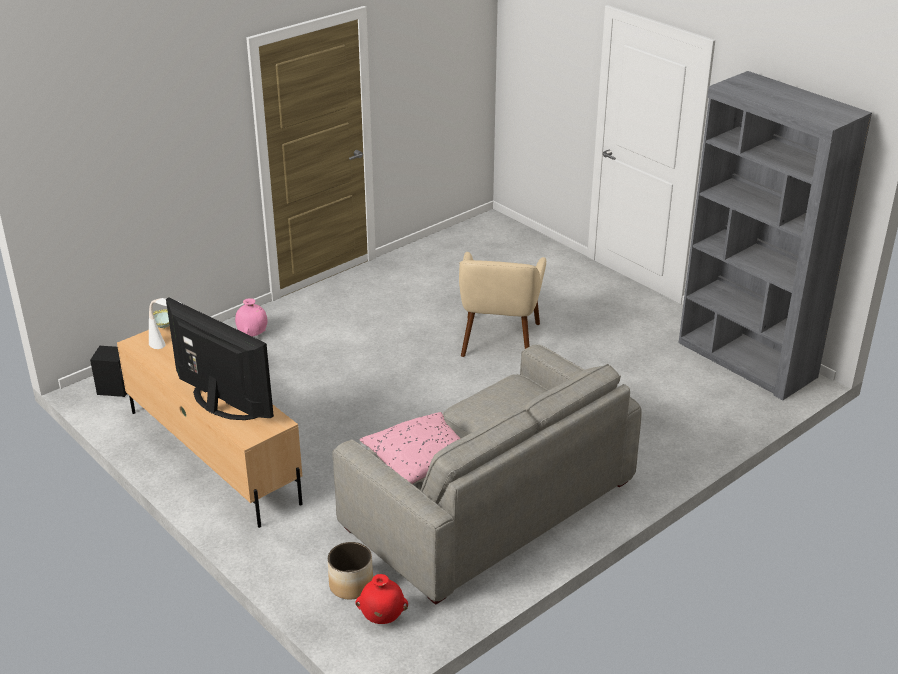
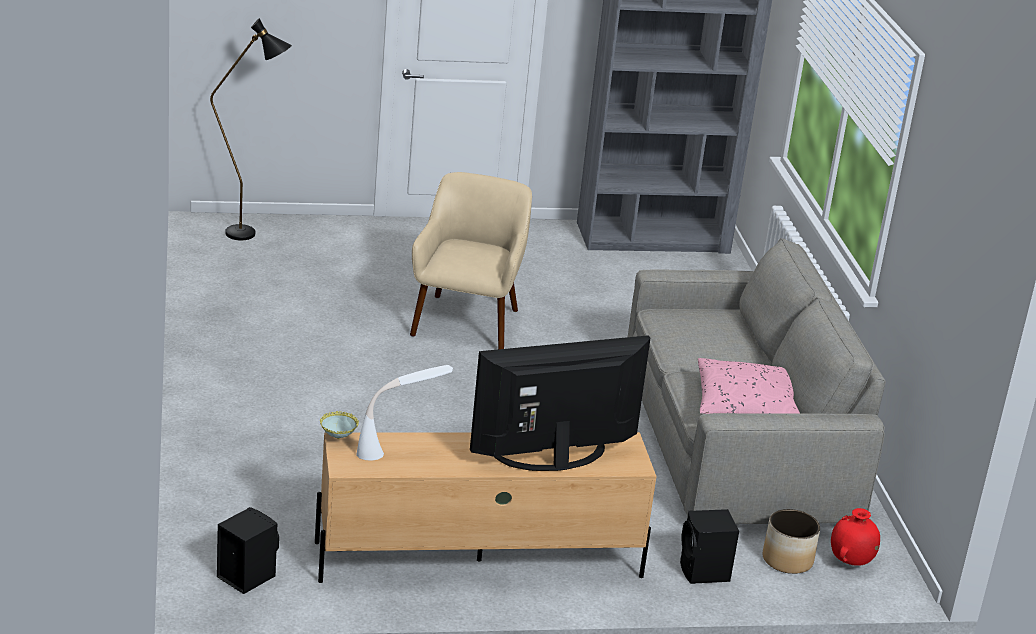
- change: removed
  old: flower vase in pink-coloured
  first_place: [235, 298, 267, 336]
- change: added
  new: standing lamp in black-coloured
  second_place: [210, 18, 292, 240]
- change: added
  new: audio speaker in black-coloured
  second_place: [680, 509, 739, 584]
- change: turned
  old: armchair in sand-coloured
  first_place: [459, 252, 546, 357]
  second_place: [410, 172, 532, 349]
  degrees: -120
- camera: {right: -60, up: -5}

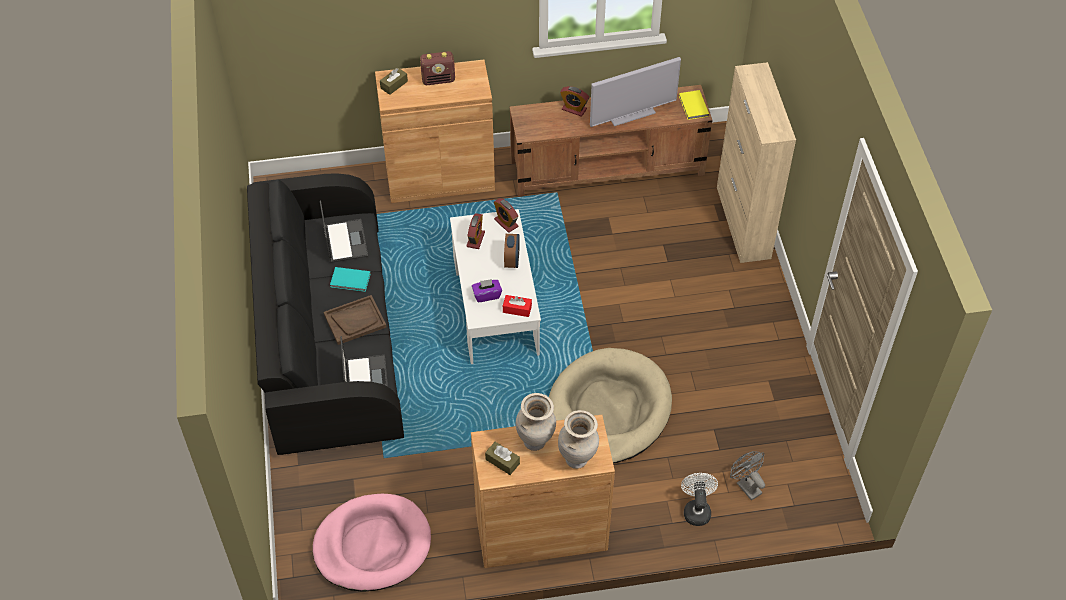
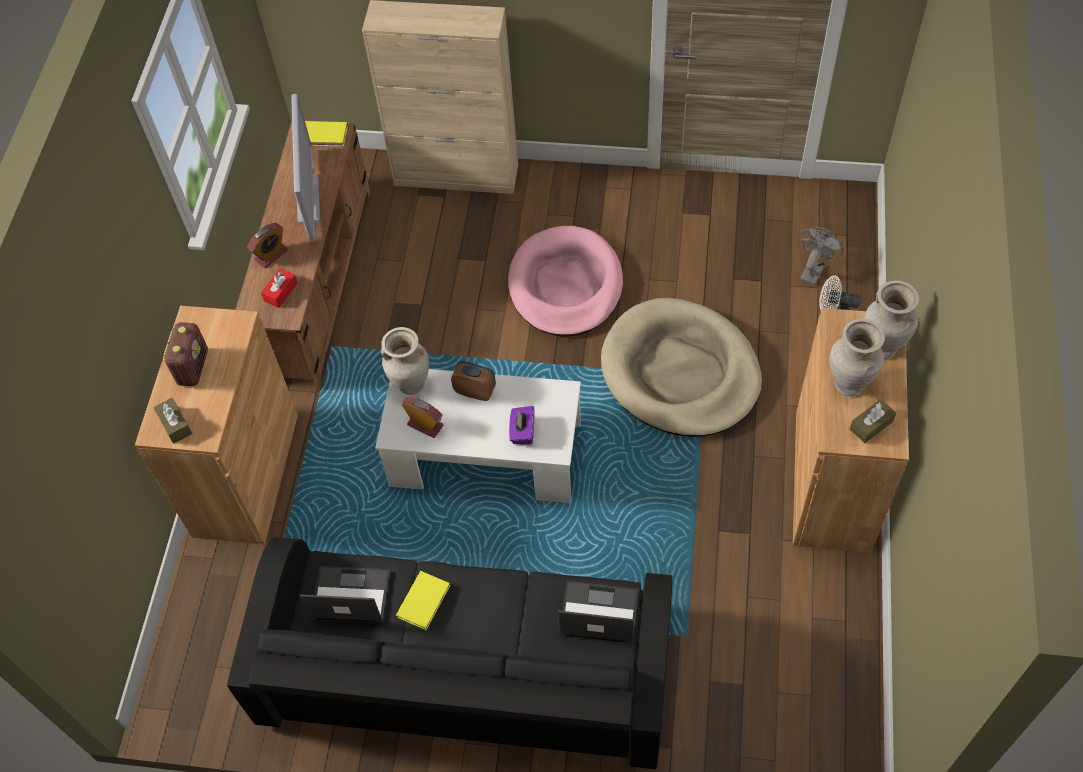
- change: removed
  old: serving tray in brown-coloured
  first_place: [324, 295, 386, 345]
- change: moved
  old: dog cushion in pink-coloured
  first_place: [312, 494, 431, 592]
  second_place: [508, 226, 623, 337]
- change: moved
  old: box of tissues in red-coloured
  first_place: [503, 295, 532, 317]
  second_place: [261, 268, 298, 308]
- change: replaced
  old: alarm clock
  new: flower vase in sand-coloured
  first_place: [494, 198, 518, 233]
  second_place: [381, 327, 429, 395]
- change: recoloured
  old: volume in turquoise
  new: volume in yellow-coloured
  first_place: [330, 267, 371, 292]
  second_place: [396, 571, 450, 630]
- change: turned
  old: cooling fan in greyish
  first_place: [730, 451, 765, 500]
  second_place: [799, 227, 844, 285]
  degrees: 135
- camera: {right: -70, up: 5}

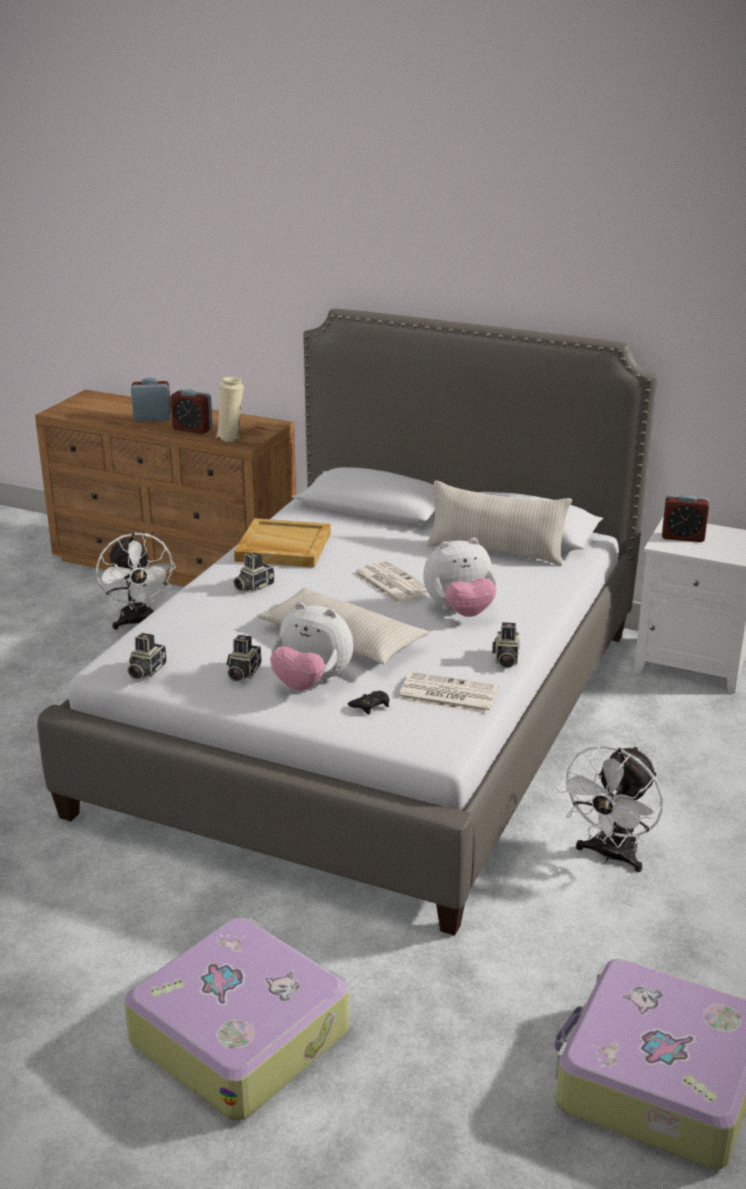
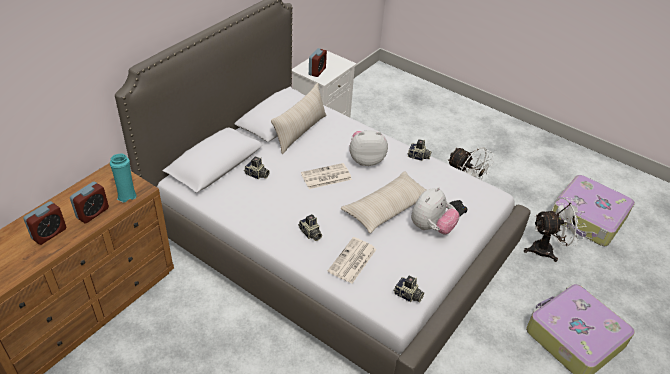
- change: removed
  old: serving tray in sand-coloured
  first_place: [234, 518, 331, 568]
- change: moved
  old: cooling fan in white-coloured
  first_place: [96, 532, 176, 630]
  second_place: [524, 197, 587, 262]
- change: moved
  old: photo camera
  first_place: [227, 635, 261, 682]
  second_place: [244, 156, 270, 179]
- change: moved
  old: printed paper
  first_place: [398, 672, 499, 714]
  second_place: [328, 237, 377, 283]
- change: recoloured
  old: flower vase in sand-coloured
  new: flower vase in turquoise
  first_place: [215, 377, 244, 442]
  second_place: [110, 154, 137, 203]
- change: turned
  old: alarm clock
  first_place: [131, 378, 171, 422]
  second_place: [23, 201, 66, 245]
  degrees: -150
- change: turned
  old: plush toy
  first_place: [423, 538, 497, 617]
  second_place: [349, 130, 388, 166]
  degrees: -90
- camera: {right: -80, up: 15}

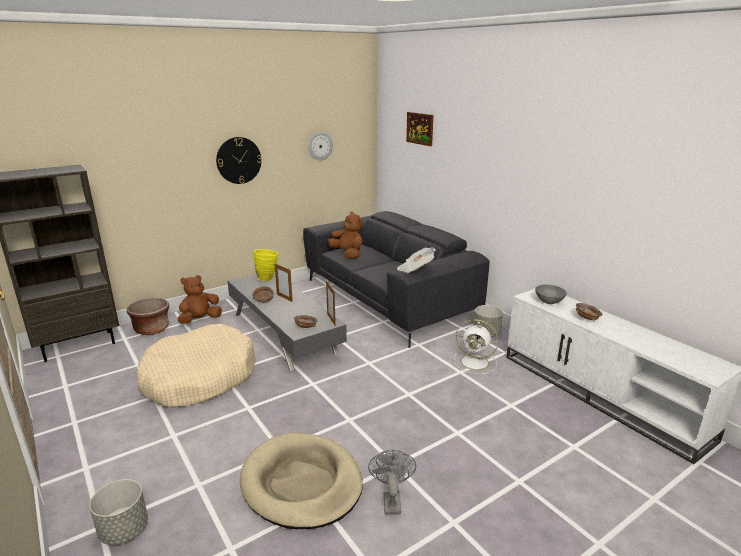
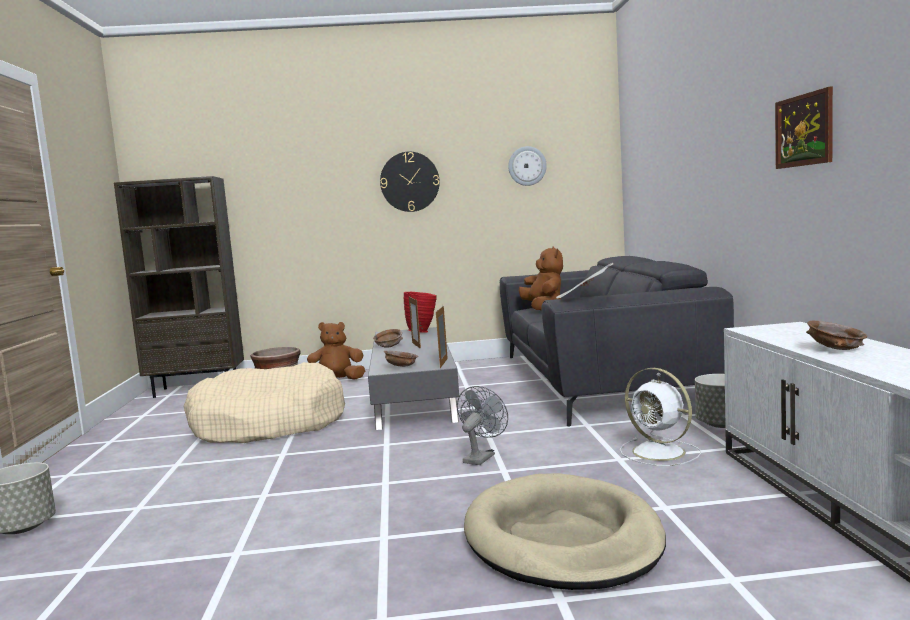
- change: removed
  old: deep dish in greyish
  first_place: [535, 284, 567, 304]
- change: moved
  old: dog cushion in sand-coloured
  first_place: [240, 433, 363, 529]
  second_place: [464, 473, 666, 590]
- change: moved
  old: cooling fan in greyish
  first_place: [368, 450, 416, 515]
  second_place: [457, 386, 508, 465]
- change: moved
  old: picture
  first_place: [406, 112, 433, 146]
  second_place: [775, 86, 833, 169]
- change: recoloured
  old: flower vase in yellow-coloured
  new: flower vase in red-coloured
  first_place: [254, 249, 279, 281]
  second_place: [404, 292, 437, 333]
- camera: {right: 30, up: -15}

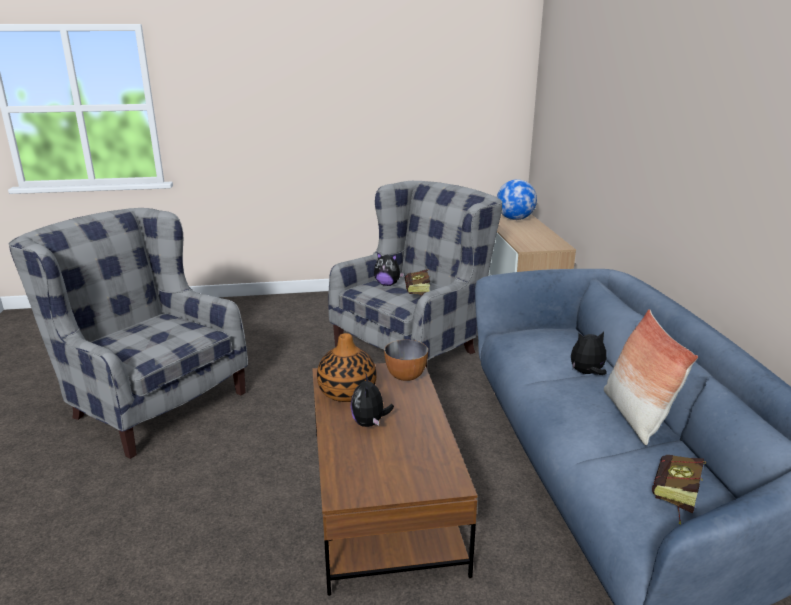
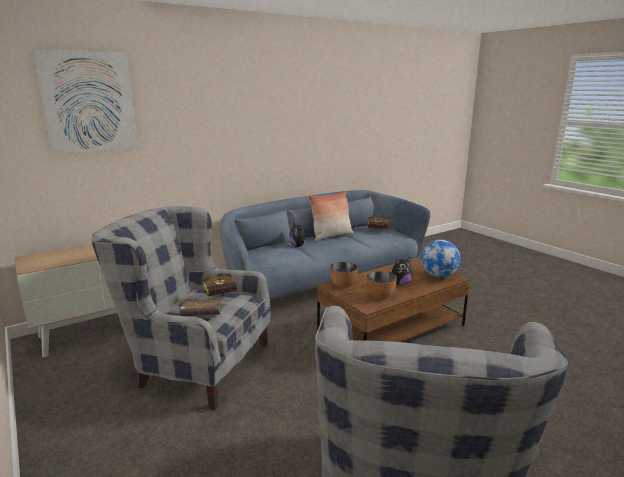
- change: added
  new: picture
  second_place: [32, 49, 138, 154]
- change: moved
  old: desk globe
  first_place: [497, 179, 537, 220]
  second_place: [421, 240, 460, 278]
- change: replaced
  old: flower vase
  new: deep dish
  first_place: [317, 333, 377, 402]
  second_place: [366, 271, 397, 299]
- change: replaced
  old: plush toy
  new: volume in brown-coloured
  first_place: [374, 252, 404, 286]
  second_place: [179, 298, 222, 316]
- camera: {right: -115, up: -5}

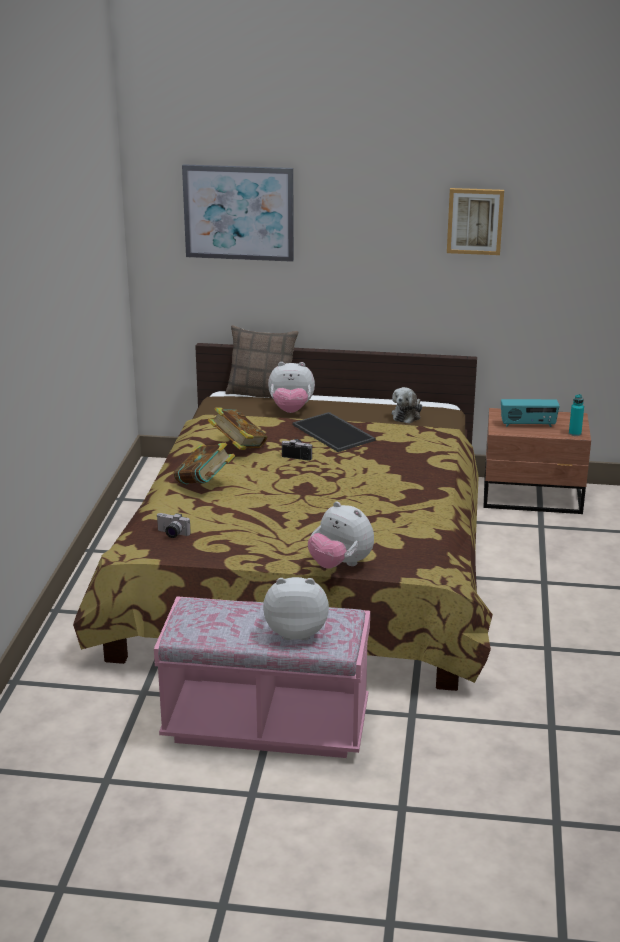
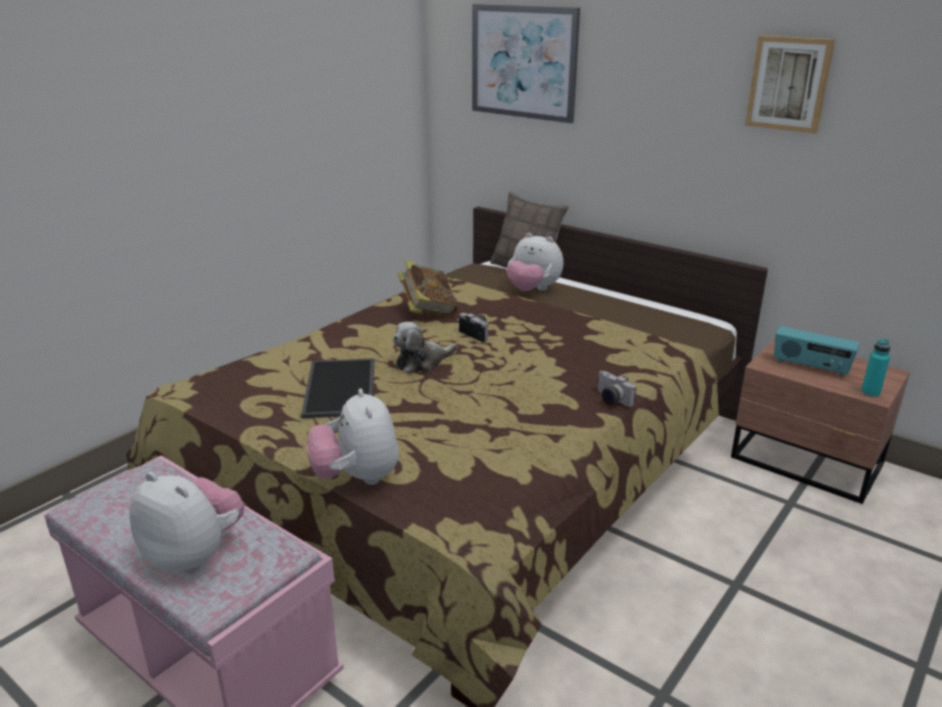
- change: removed
  old: volume
  first_place: [173, 443, 235, 485]
- change: moved
  old: photo camera
  first_place: [156, 513, 191, 538]
  second_place: [598, 371, 636, 407]
- change: moved
  old: serving tray
  first_place: [293, 412, 375, 452]
  second_place: [301, 358, 374, 418]
- change: moved
  old: plush toy
  first_place: [392, 387, 422, 424]
  second_place: [393, 322, 457, 374]
- camera: {right: 30, up: 0}

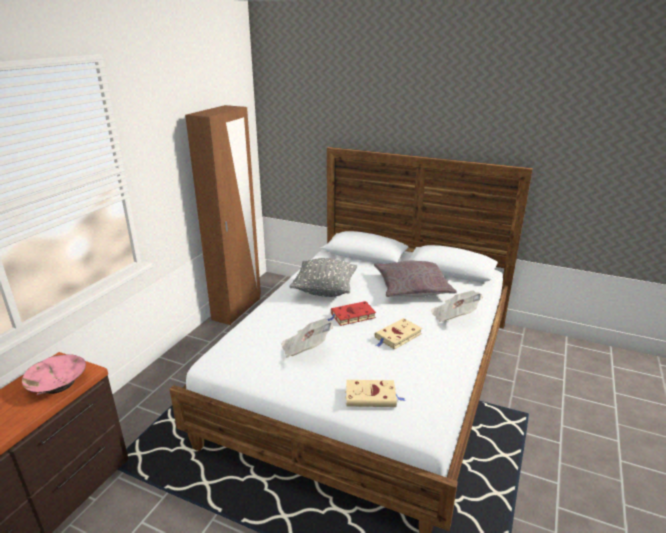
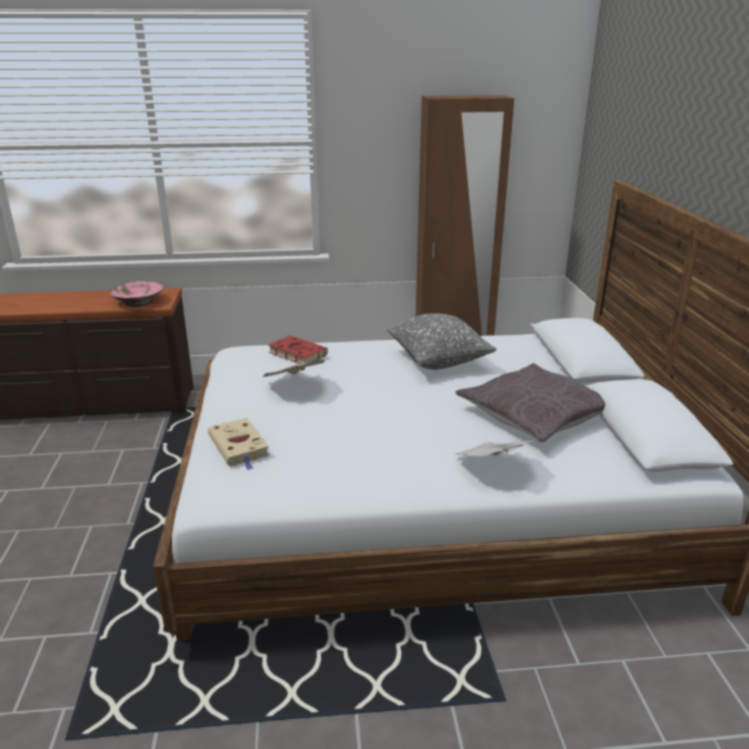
- change: removed
  old: volume in sand-coloured
  first_place: [375, 318, 422, 350]
- change: moved
  old: volume in red-coloured
  first_place: [327, 301, 376, 326]
  second_place: [268, 335, 328, 364]
- camera: {right: 60, up: 0}

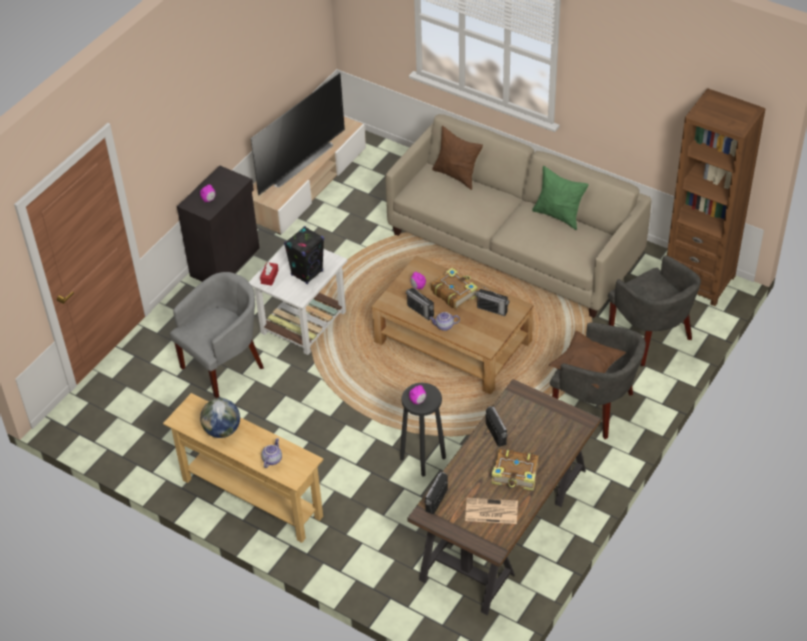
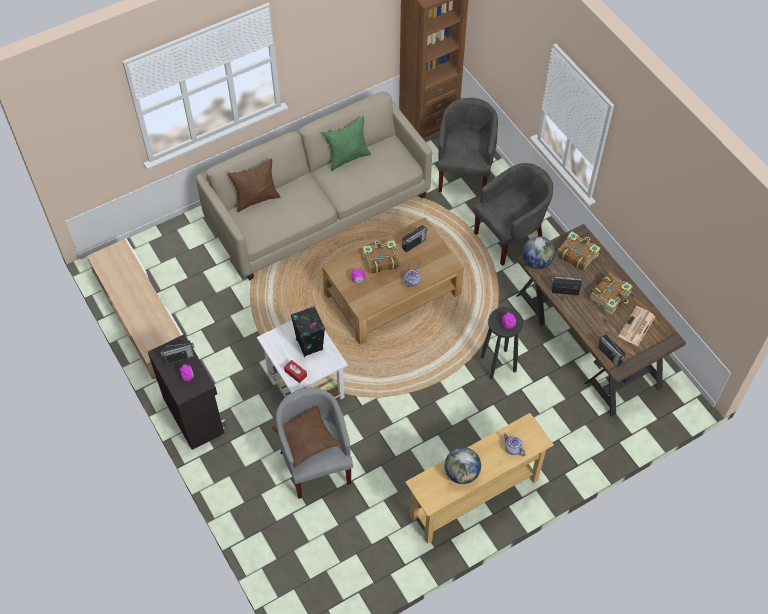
- change: removed
  old: TV
  first_place: [251, 73, 345, 195]
- change: added
  new: desk globe
  second_place: [522, 236, 555, 269]
- change: added
  new: volume
  second_place: [557, 231, 600, 271]
- change: moved
  old: radio set
  first_place: [406, 285, 434, 320]
  second_place: [161, 341, 195, 364]
- change: moved
  old: throw pillow in brown-coloured
  first_place: [549, 331, 626, 388]
  second_place: [271, 406, 341, 468]
- change: turned
  old: armchair in greyish
  first_place: [608, 255, 701, 366]
  second_place: [438, 98, 498, 192]
  degrees: -75
- camera: {right: -65, up: 10}

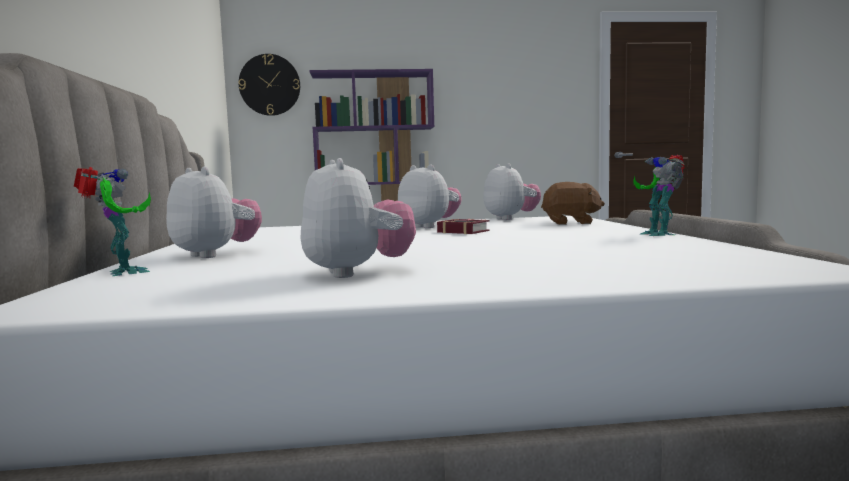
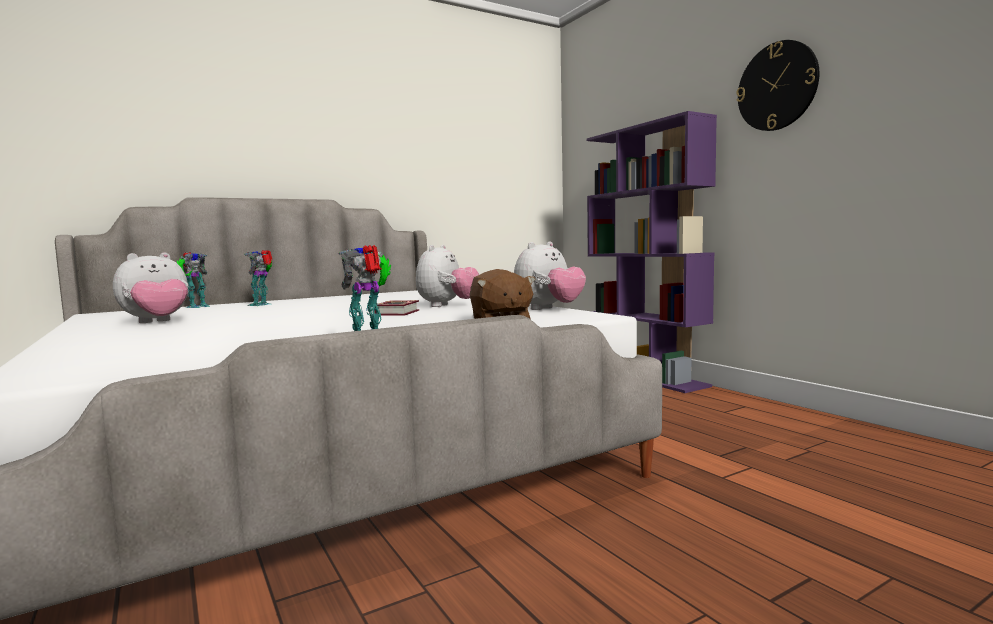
- change: moved
  old: hanging clock
  first_place: [239, 54, 300, 116]
  second_place: [736, 40, 819, 131]
- change: replaced
  old: plush toy
  new: model robot
  first_place: [166, 167, 262, 258]
  second_place: [244, 250, 272, 306]
- camera: {right: 65, up: 0}

